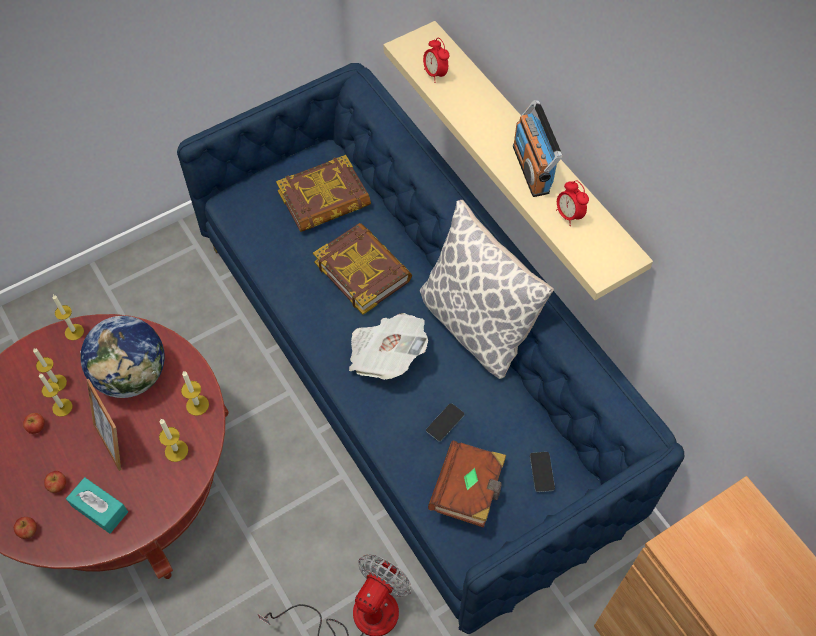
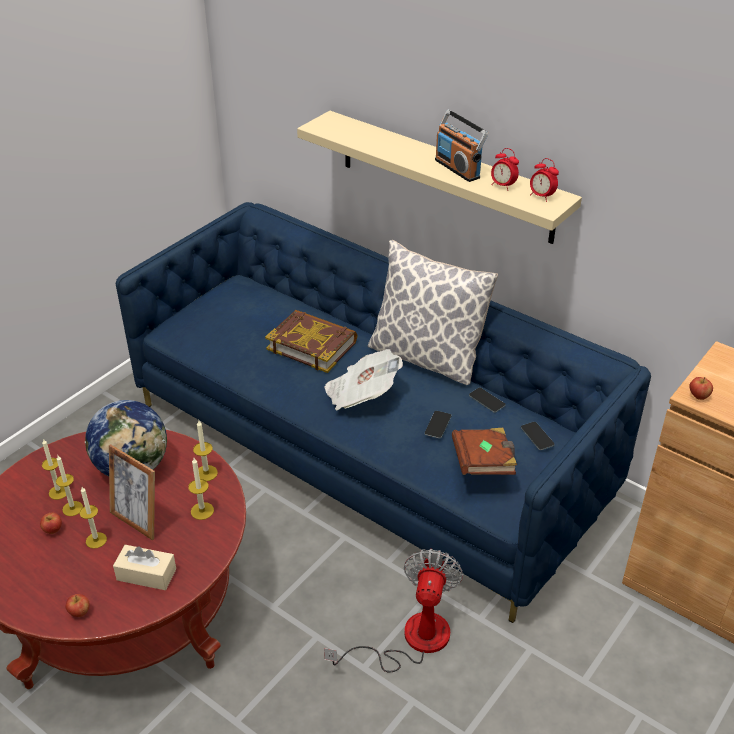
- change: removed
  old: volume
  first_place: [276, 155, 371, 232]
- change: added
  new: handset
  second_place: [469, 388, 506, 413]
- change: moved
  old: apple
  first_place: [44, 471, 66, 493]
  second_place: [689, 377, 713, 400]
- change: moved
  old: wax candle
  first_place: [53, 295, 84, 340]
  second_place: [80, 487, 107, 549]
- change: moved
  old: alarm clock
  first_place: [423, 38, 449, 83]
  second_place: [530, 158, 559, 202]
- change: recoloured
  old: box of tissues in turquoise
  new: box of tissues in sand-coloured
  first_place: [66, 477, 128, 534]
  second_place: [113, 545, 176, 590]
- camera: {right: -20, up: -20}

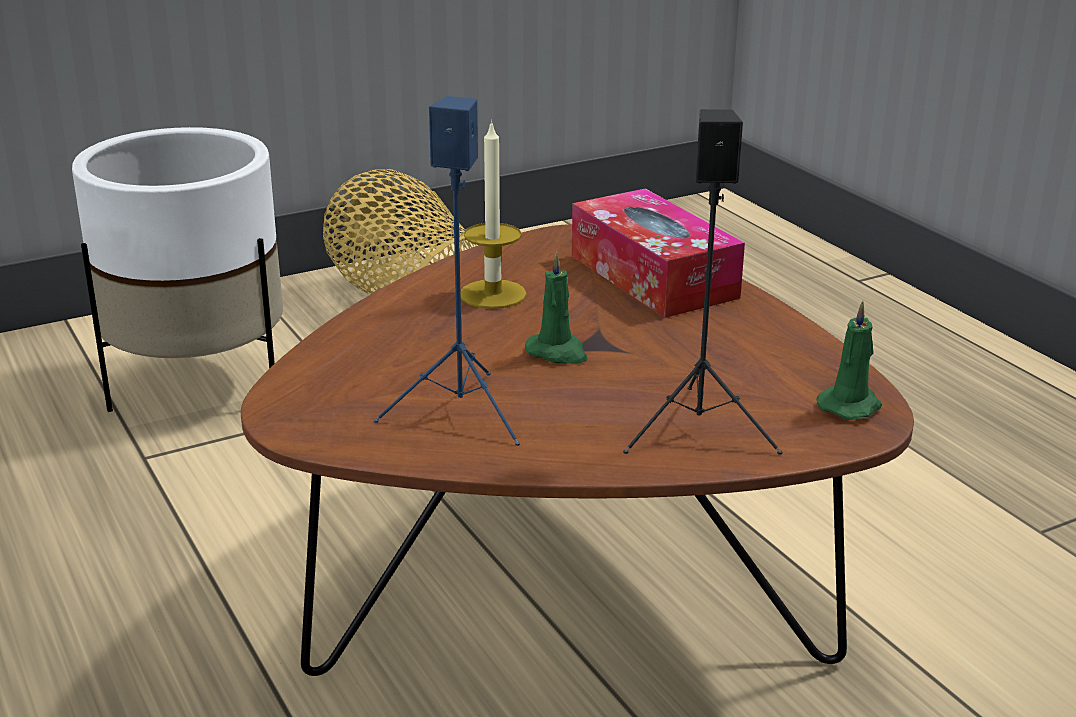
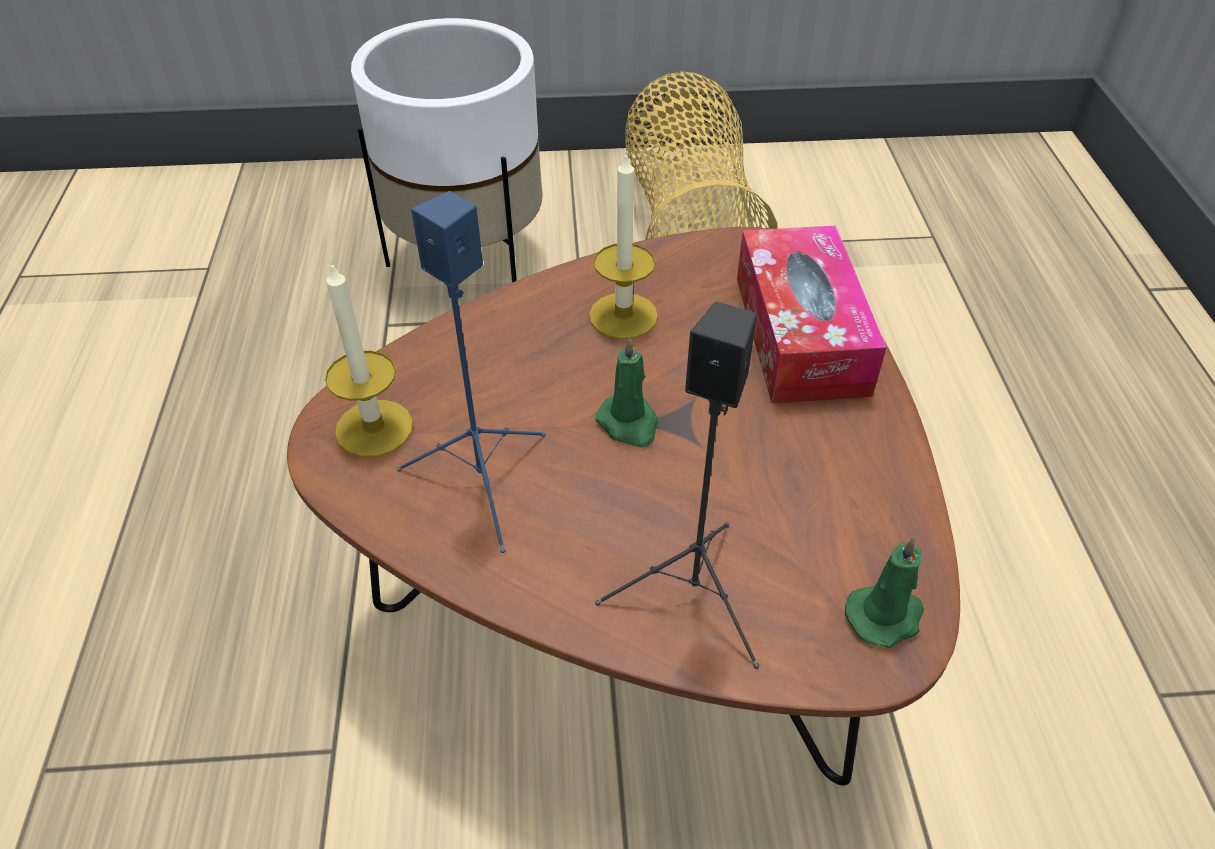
- change: added
  new: wax candle
  second_place: [325, 261, 413, 458]
- camera: {right: 25, up: 20}

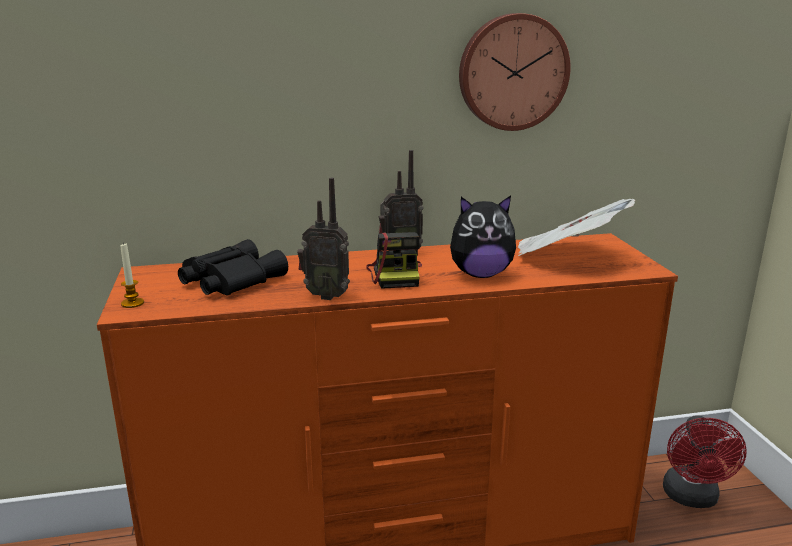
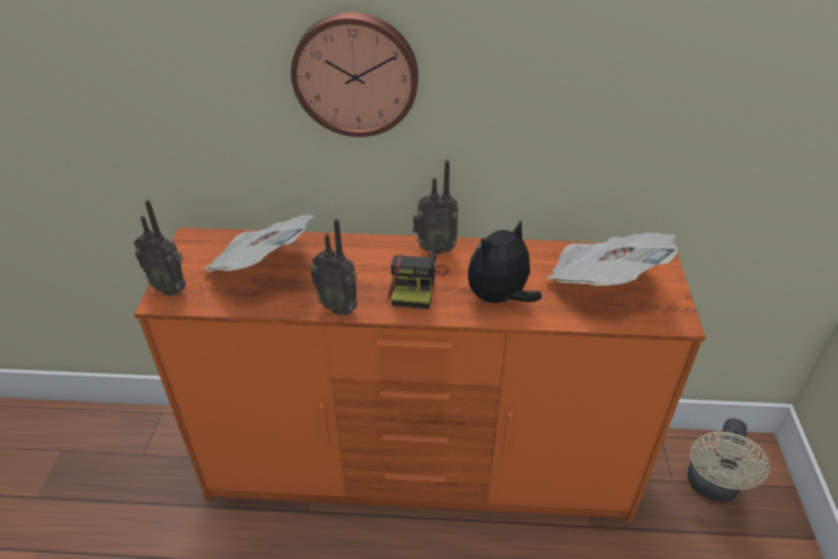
- change: moved
  old: hanging clock
  first_place: [459, 13, 571, 131]
  second_place: [291, 12, 418, 137]
- change: replaced
  old: wax candle
  new: radio set
  first_place: [121, 242, 144, 308]
  second_place: [134, 200, 186, 296]
- change: replaced
  old: pair of binoculars in black-coloured
  new: printed paper
  first_place: [178, 239, 288, 296]
  second_place: [203, 215, 315, 271]
- change: recoloured
  old: cooling fan in red-coloured
  new: cooling fan in sand-coloured
  first_place: [663, 415, 747, 508]
  second_place: [687, 418, 770, 502]
- change: turned
  old: plush toy
  first_place: [450, 195, 516, 278]
  second_place: [468, 220, 542, 307]
  degrees: 135
- camera: {right: 15, up: 20}

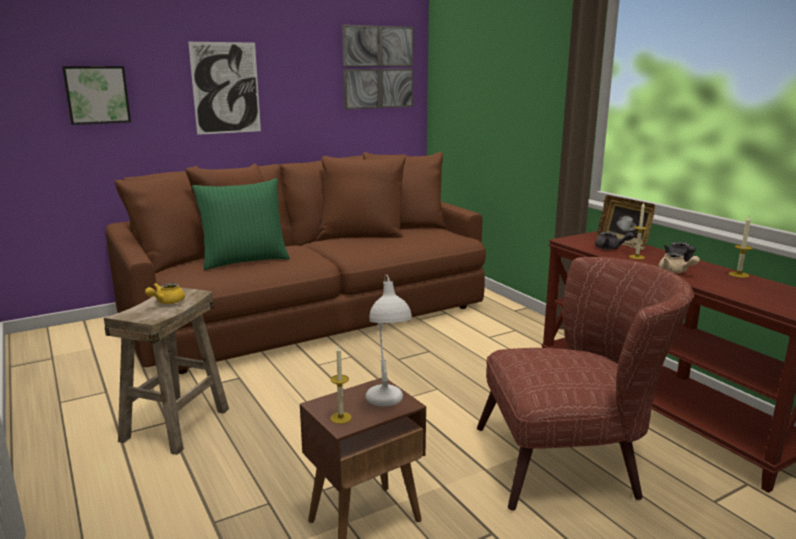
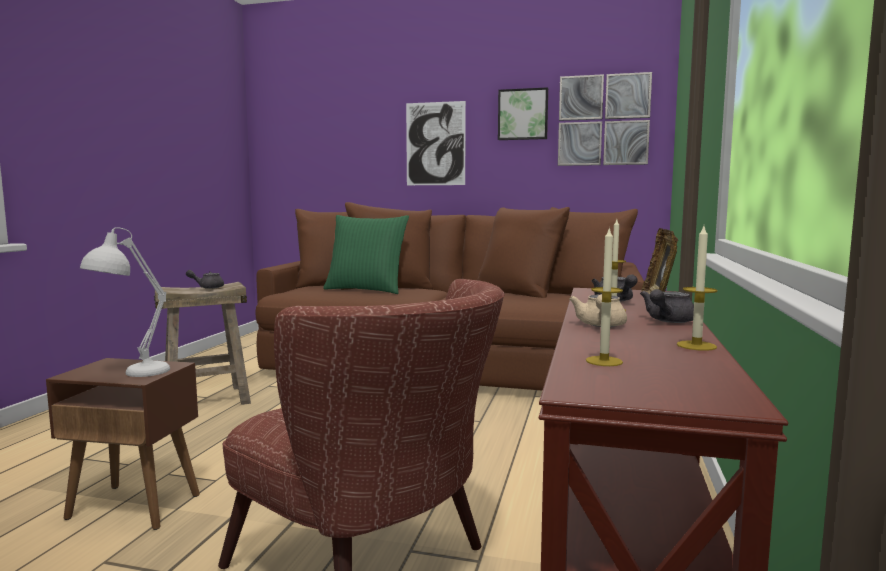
- change: moved
  old: picture
  first_place: [62, 66, 131, 125]
  second_place: [498, 87, 548, 140]
- change: moved
  old: wax candle
  first_place: [330, 345, 352, 424]
  second_place: [586, 227, 623, 366]
- change: recoloured
  old: tea pot in yellow-coloured
  new: tea pot in greyish
  first_place: [145, 283, 185, 304]
  second_place: [186, 270, 224, 289]
- camera: {right: 45, up: -10}

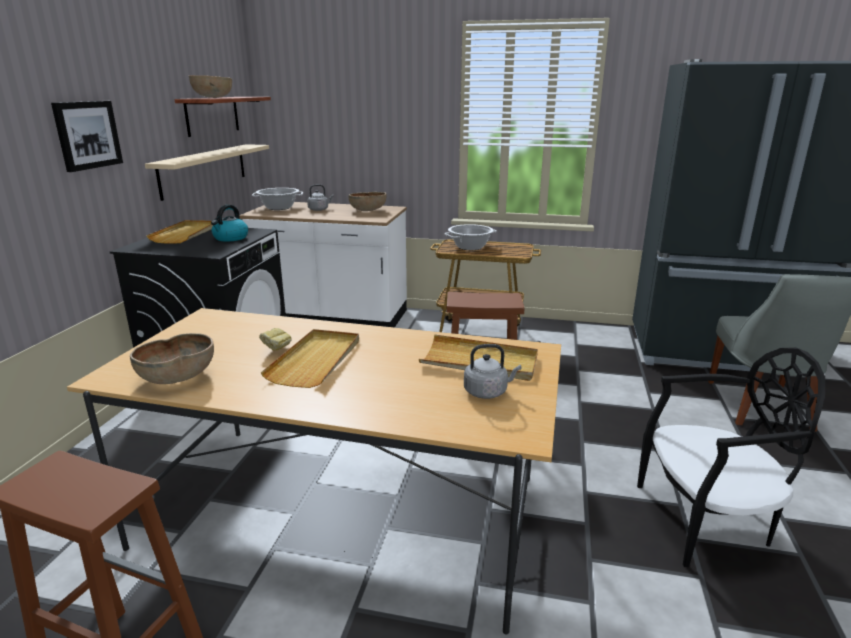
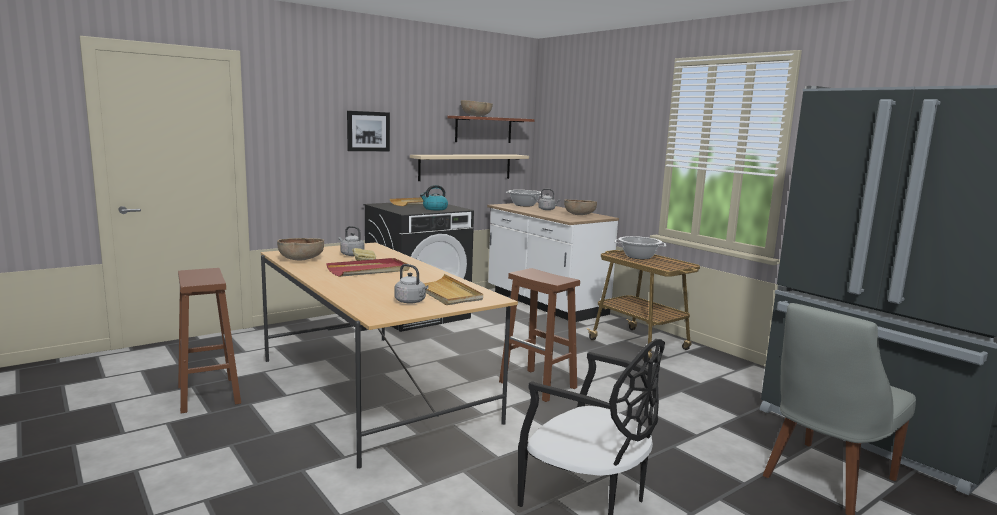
- change: added
  new: tea kettle in greyish
  second_place: [338, 226, 365, 256]
- change: recoloured
  old: serving tray in sand-coloured
  new: serving tray in red-coloured
  first_place: [261, 329, 359, 388]
  second_place: [326, 258, 410, 277]
- camera: {right: 40, up: -10}

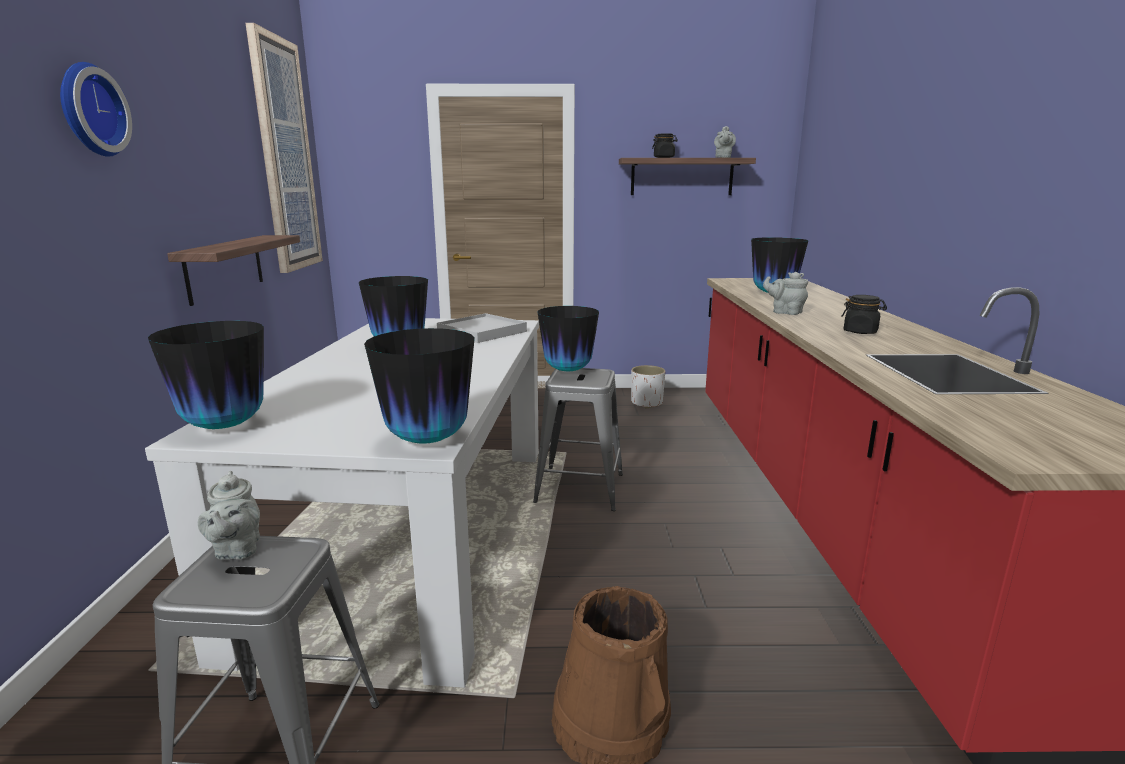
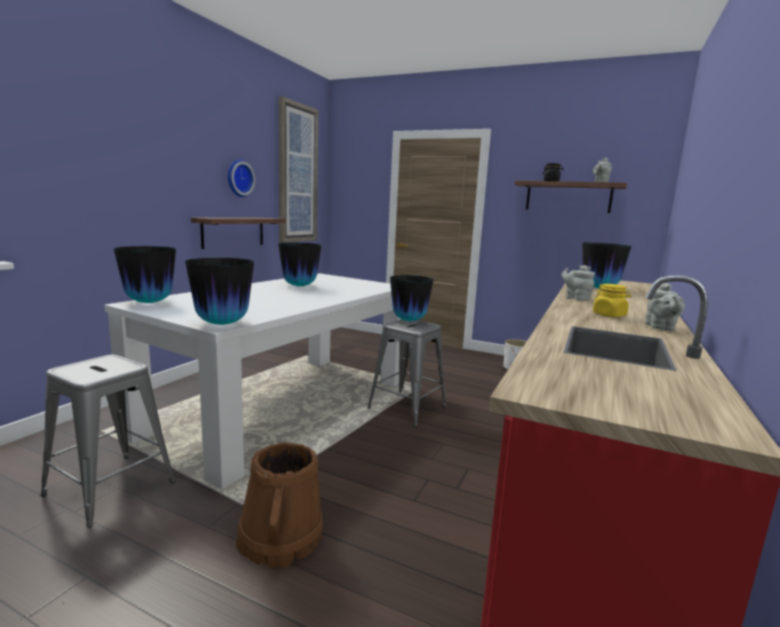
- change: removed
  old: serving tray in white-coloured
  first_place: [437, 313, 527, 343]
- change: moved
  old: hanging clock
  first_place: [60, 62, 132, 157]
  second_place: [228, 160, 255, 197]
- change: moved
  old: tea pot in greyish
  first_place: [198, 471, 260, 560]
  second_place: [645, 283, 685, 331]
- change: recoloured
  old: jar in black-coloured
  new: jar in yellow-coloured
  first_place: [841, 295, 887, 334]
  second_place: [593, 284, 631, 317]
- camera: {right: 25, up: -5}

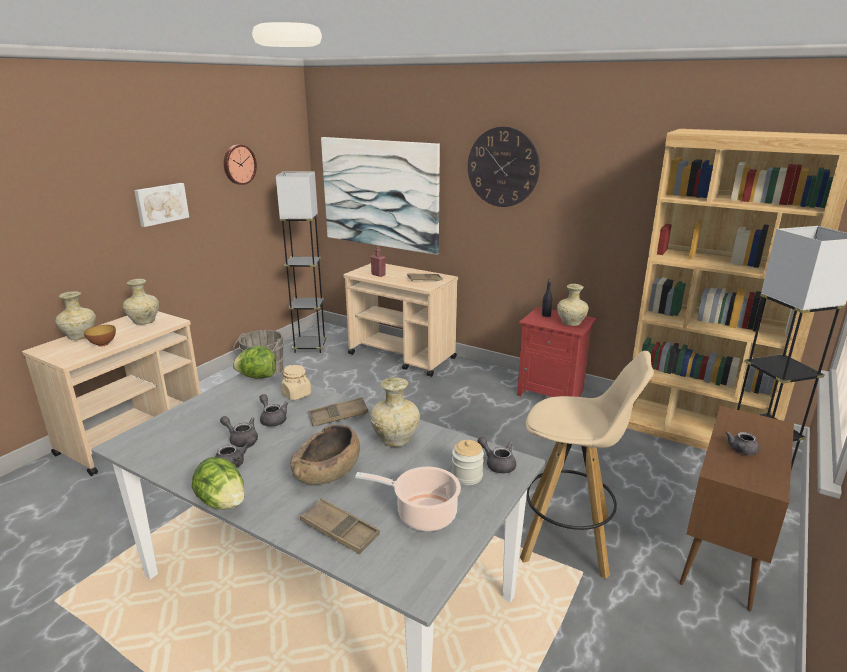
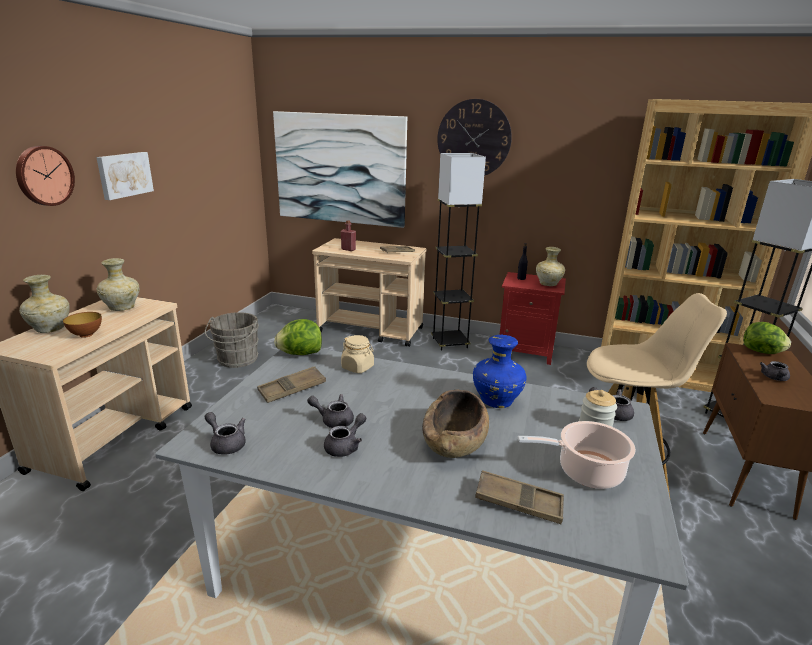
- change: moved
  old: head of lettuce
  first_place: [192, 457, 245, 510]
  second_place: [743, 322, 791, 354]
- change: moved
  old: hanging clock
  first_place: [224, 145, 257, 185]
  second_place: [16, 146, 75, 206]
- change: moved
  old: tea pot in greyish
  first_place: [259, 394, 289, 427]
  second_place: [205, 412, 246, 455]
- change: moved
  old: standing lamp in greyish
  first_place: [276, 171, 327, 353]
  second_place: [431, 153, 486, 351]
- change: moved
  old: serving tray in brown-coloured
  first_place: [308, 397, 368, 426]
  second_place: [257, 366, 326, 403]
- change: recoloured
  old: flower vase in sand-coloured
  new: flower vase in blue
  first_place: [370, 377, 420, 447]
  second_place: [473, 335, 527, 408]
- camera: {right: -15, up: 0}

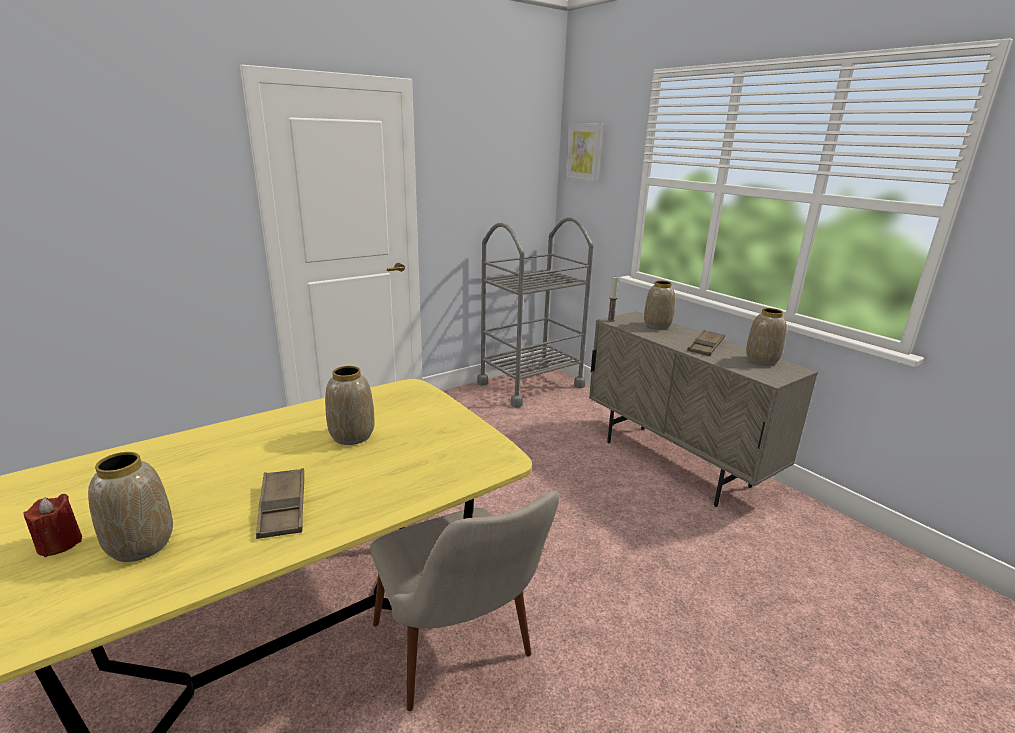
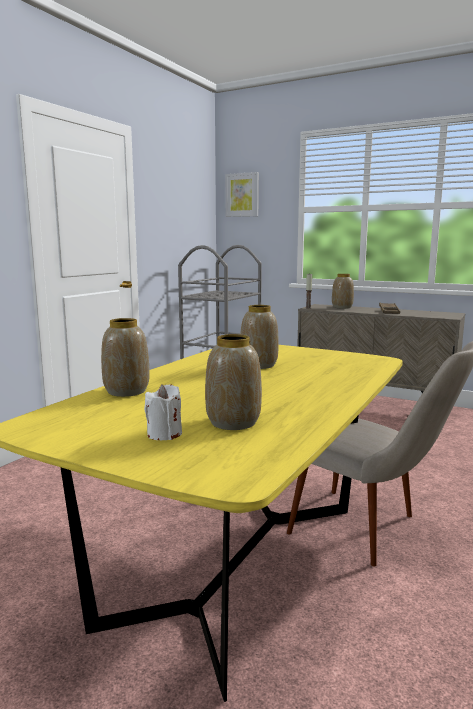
- change: removed
  old: serving tray in brown-coloured
  first_place: [256, 468, 304, 539]
- change: moved
  old: flower vase
  first_place: [746, 308, 787, 366]
  second_place: [101, 318, 149, 397]
- change: recoloured
  old: wax candle in red-coloured
  new: wax candle in white-coloured
  first_place: [23, 494, 82, 557]
  second_place: [144, 384, 182, 440]
- camera: {right: -25, up: -10}

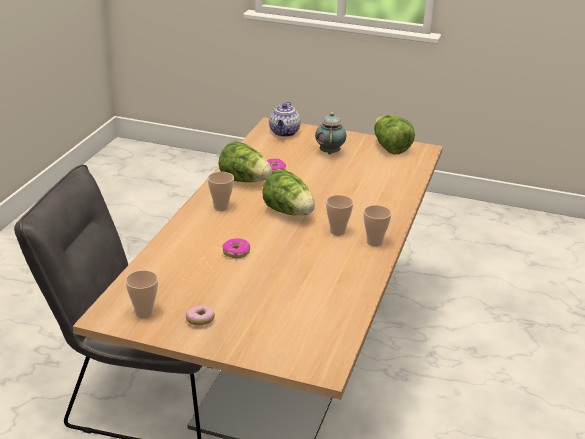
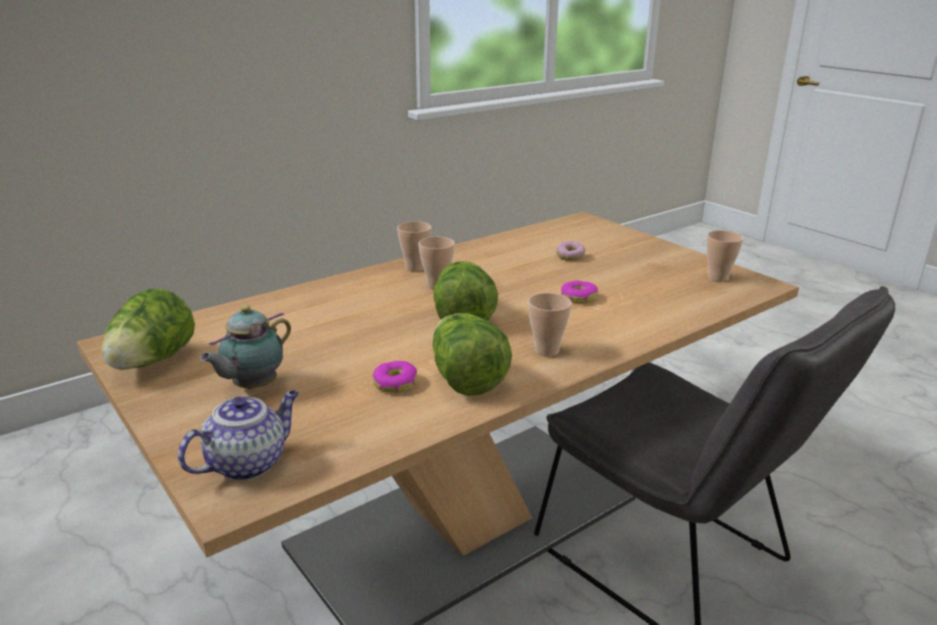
- change: moved
  old: doughnut
  first_place: [186, 306, 215, 326]
  second_place: [556, 241, 585, 261]
- camera: {right: -145, up: -5}

